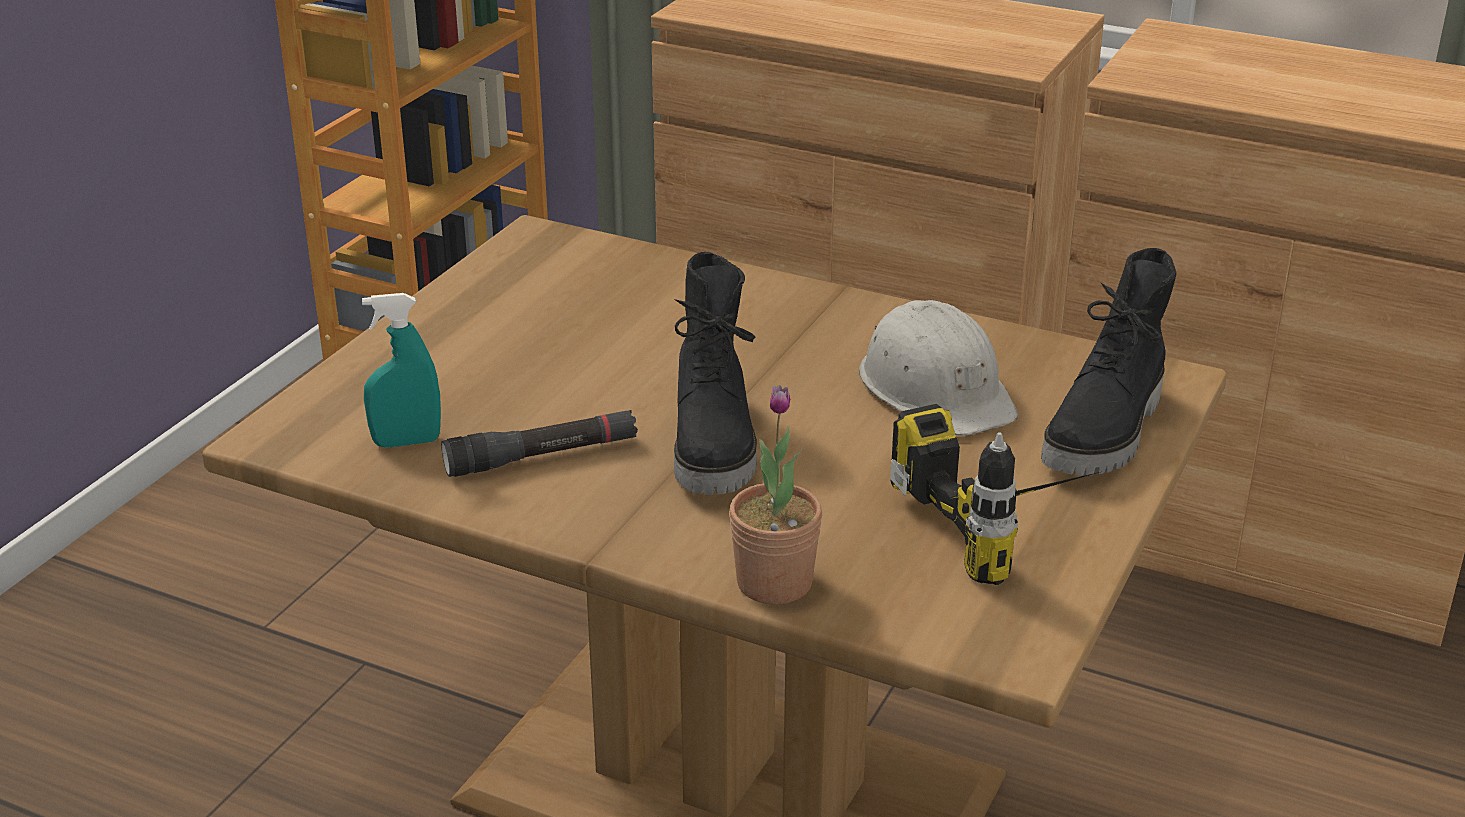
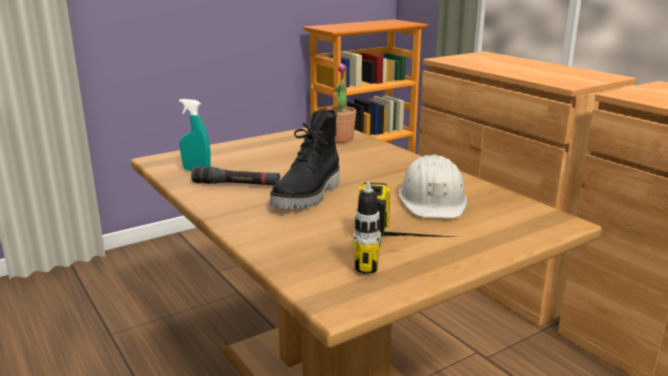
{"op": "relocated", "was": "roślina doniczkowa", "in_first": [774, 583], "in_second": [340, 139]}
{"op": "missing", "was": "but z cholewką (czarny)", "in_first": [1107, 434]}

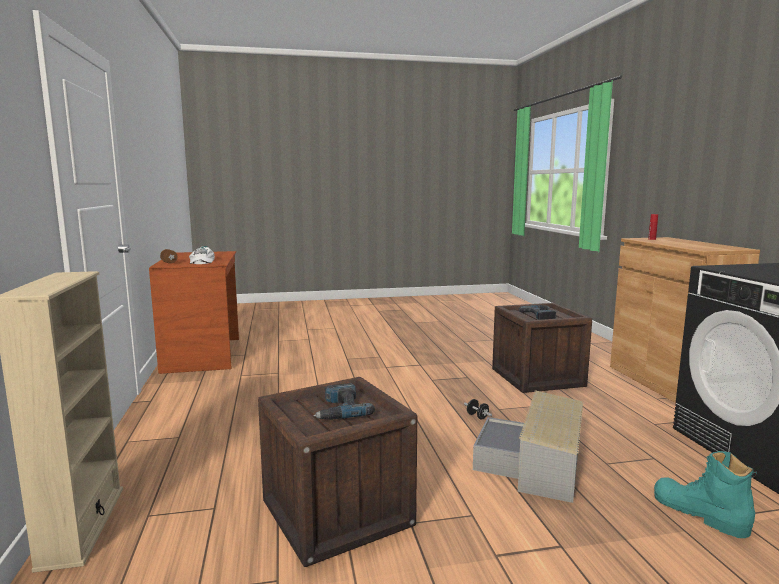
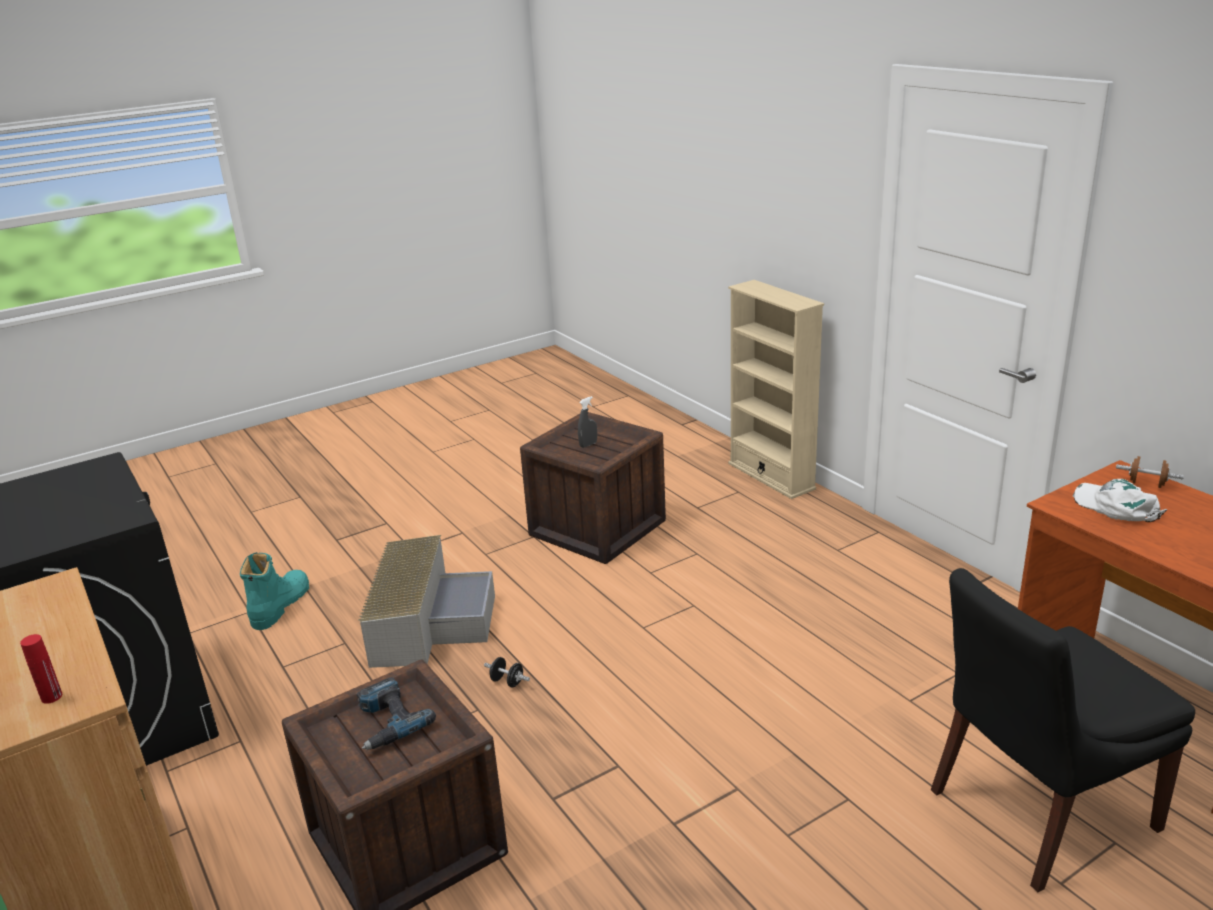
{"op": "spun", "was": "but z cholewką (turkusowy)", "in_first": [699, 514], "in_second": [280, 605], "clockwise": -105}
{"op": "exchanged", "was": "wiertarka", "now": "spryskiwacz (szary)", "in_first": [339, 409], "in_second": [588, 445]}
{"op": "appeared", "now": "krzesło (czarny)", "in_second": [1036, 812]}

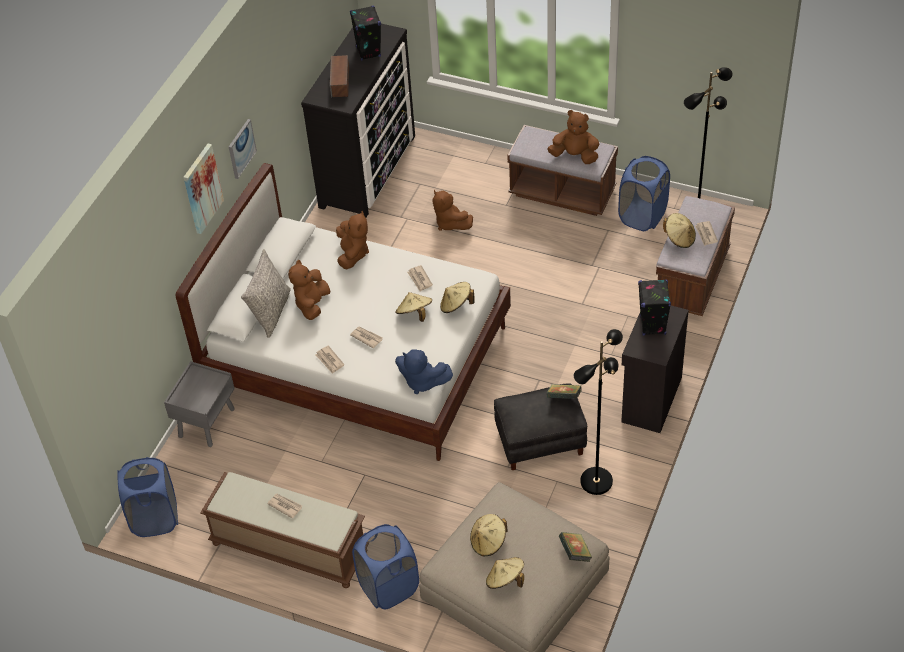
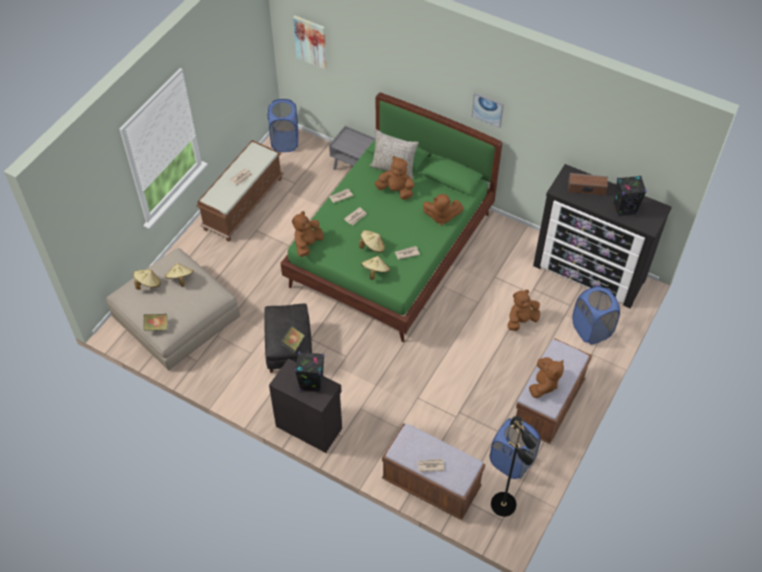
{"op": "colour", "was": "łóżko (biały)", "now": "łóżko (zielony)", "in_first": [358, 358], "in_second": [391, 250]}
{"op": "colour", "was": "pluszak (niebieski)", "now": "pluszak (brązowy)", "in_first": [422, 382], "in_second": [307, 244]}
{"op": "relocated", "was": "obraz", "in_first": [202, 188], "in_second": [311, 41]}
{"op": "relocated", "was": "kosz na pranie (niebieski)", "in_first": [389, 587], "in_second": [591, 329]}
{"op": "missing", "was": "lampa stojąca (czarny)", "in_first": [595, 480]}
{"op": "missing", "was": "kapelusz (beżowy)", "in_first": [679, 238]}

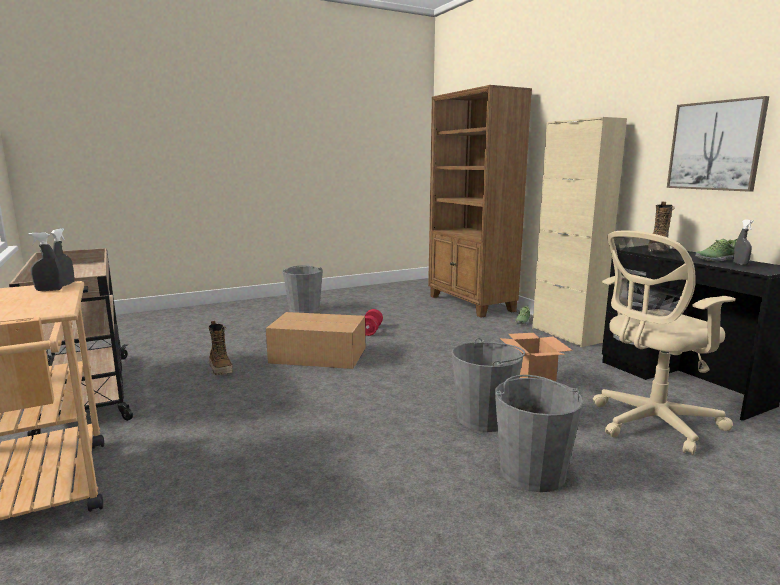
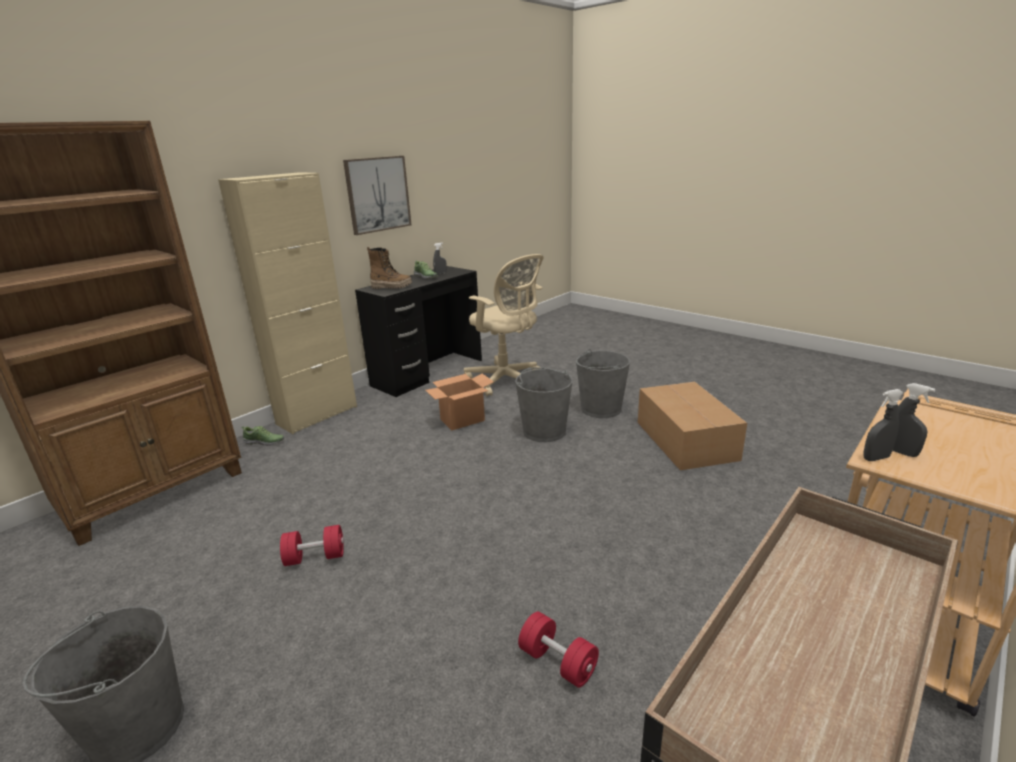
{"op": "exchanged", "was": "but z cholewką", "now": "hantel (czerwony)", "in_first": [221, 369], "in_second": [557, 662]}
{"op": "relocated", "was": "karton", "in_first": [317, 355], "in_second": [686, 441]}

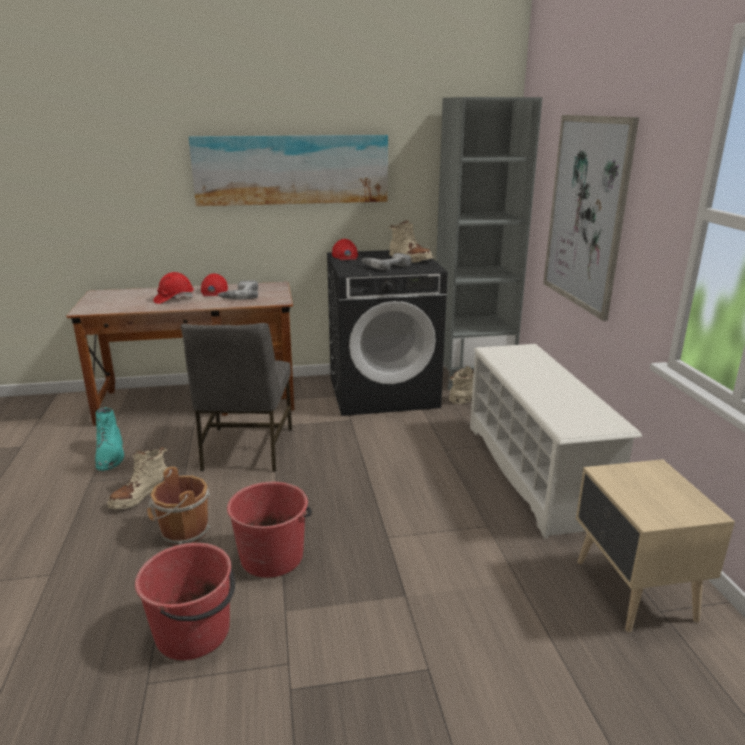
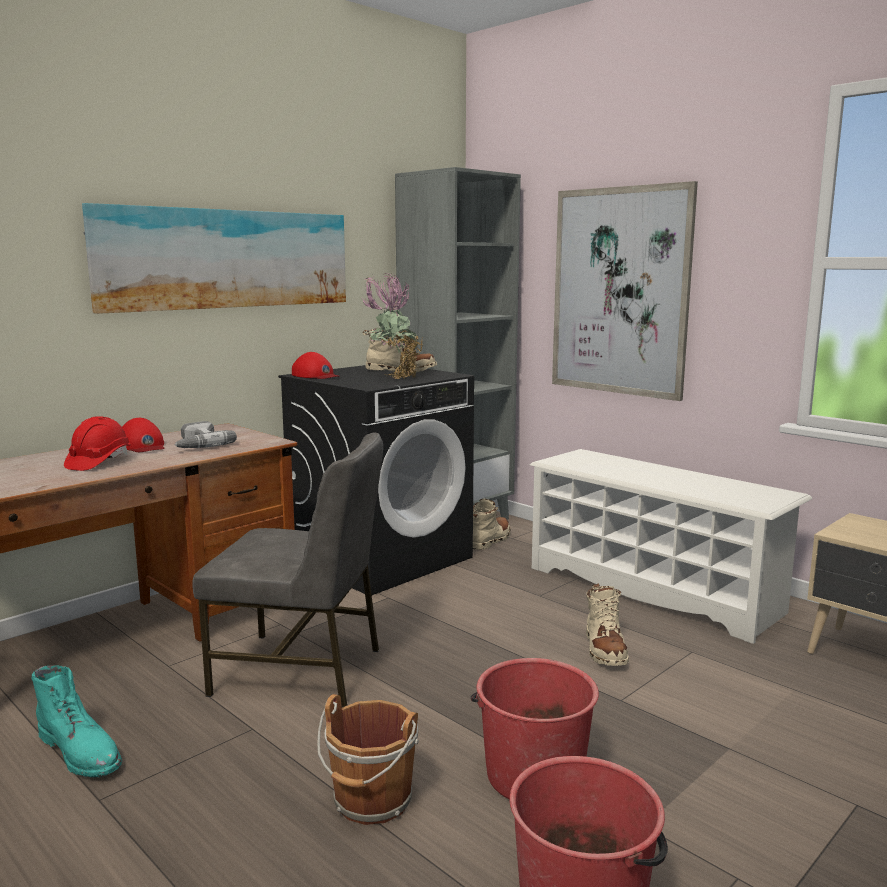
{"op": "spun", "was": "krzesło (szary)", "in_first": [246, 449], "in_second": [301, 671], "clockwise": -45}
{"op": "exchanged", "was": "wiertarka", "now": "roślina doniczkowa", "in_first": [385, 266], "in_second": [394, 378]}
{"op": "relocated", "was": "but z cholewką (beżowy)", "in_first": [140, 495], "in_second": [604, 649]}

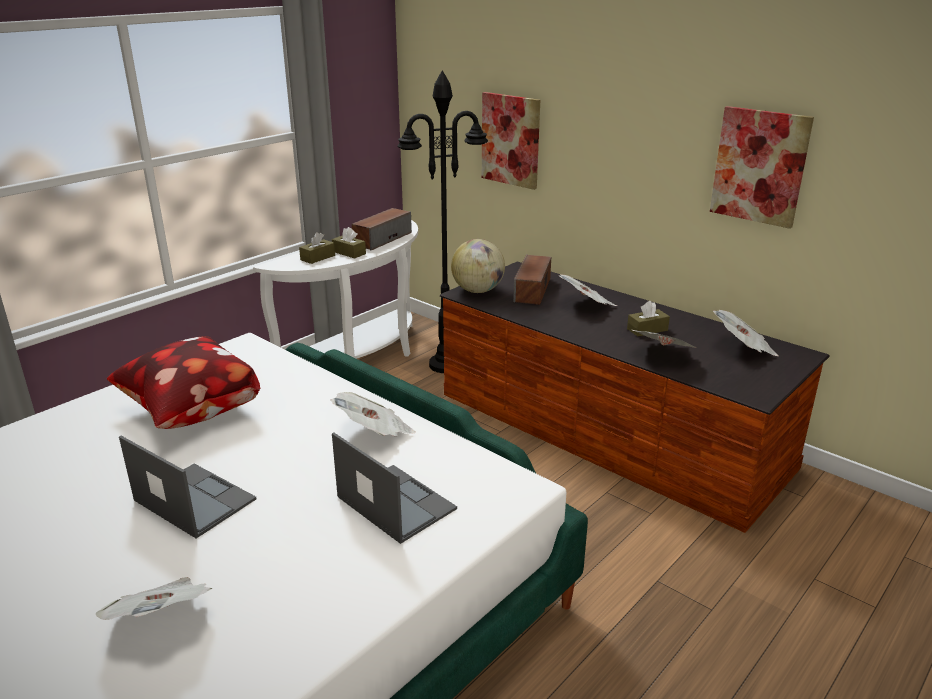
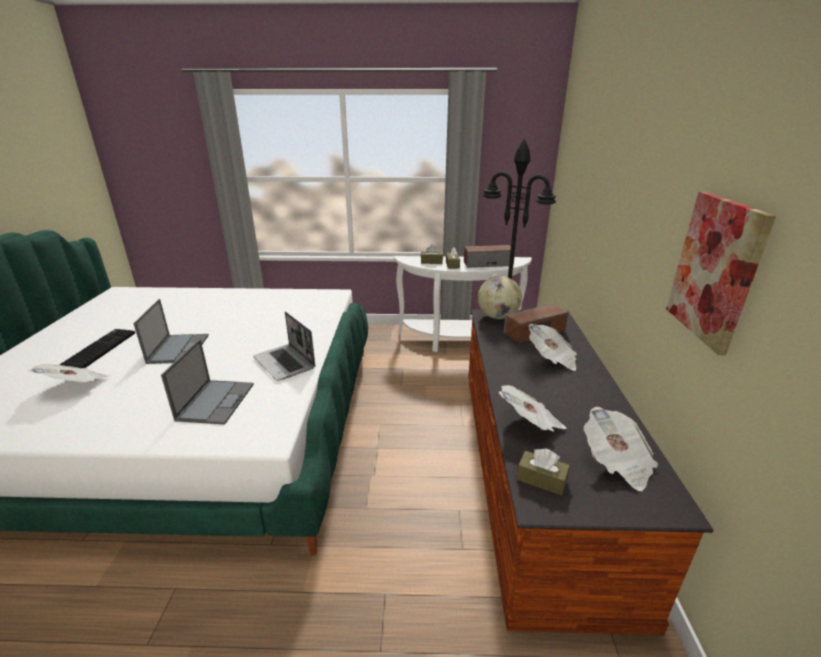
{"op": "appeared", "now": "klawiatura", "in_second": [99, 349]}
{"op": "exchanged", "was": "gazeta", "now": "laptop", "in_first": [375, 433], "in_second": [285, 363]}
{"op": "relocated", "was": "pudełko chusteczek (brązowy)", "in_first": [647, 329], "in_second": [541, 479]}
{"op": "missing", "was": "poduszka", "in_first": [190, 414]}
{"op": "missing", "was": "obraz", "in_first": [511, 140]}

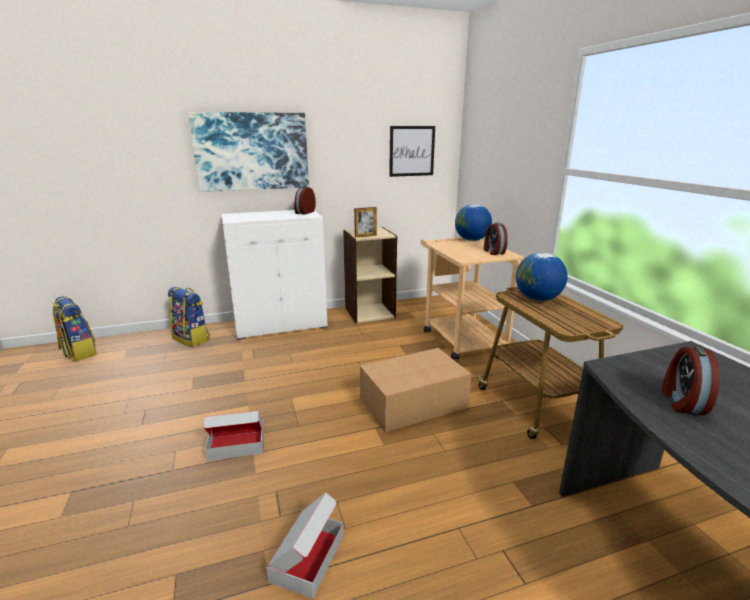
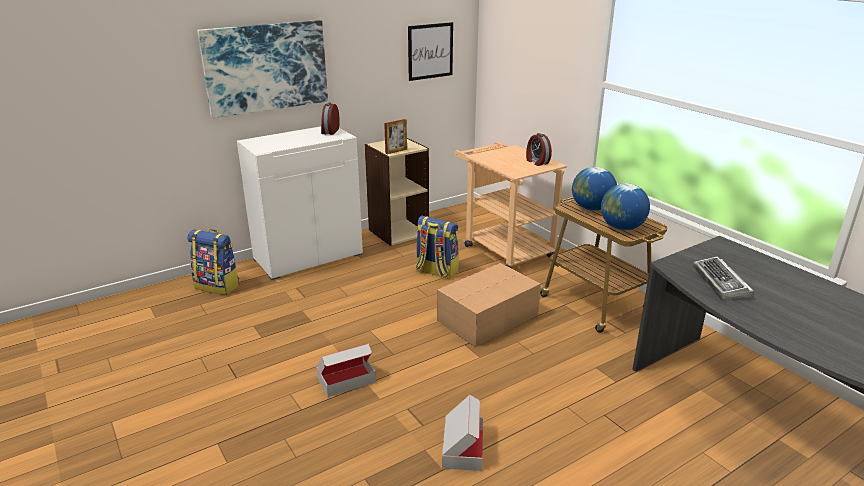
{"op": "relocated", "was": "plecak", "in_first": [78, 352], "in_second": [436, 271]}
{"op": "relocated", "was": "globus", "in_first": [471, 240], "in_second": [621, 228]}
{"op": "exchanged", "was": "budzik", "now": "klawiatura", "in_first": [682, 402], "in_second": [721, 283]}

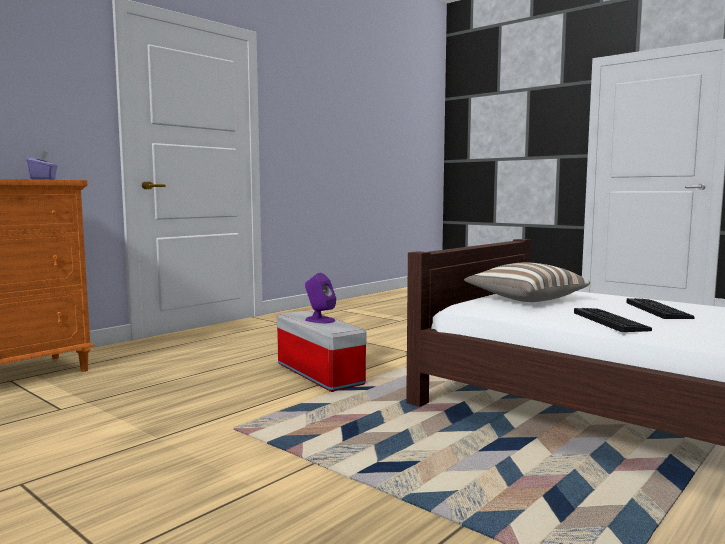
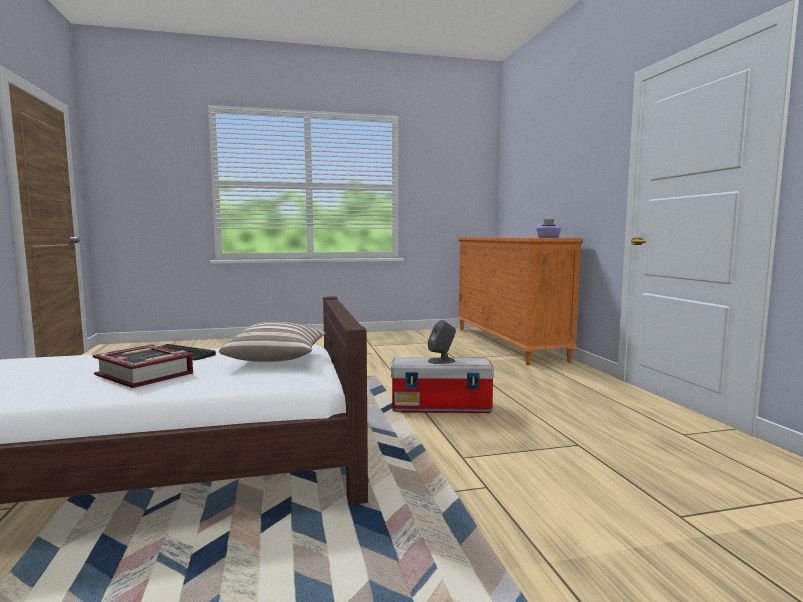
{"op": "exchanged", "was": "klawiatura", "now": "książka", "in_first": [658, 310], "in_second": [145, 374]}
{"op": "colour", "was": "głośnik (fioletowy)", "now": "głośnik (szary)", "in_first": [319, 320], "in_second": [442, 361]}

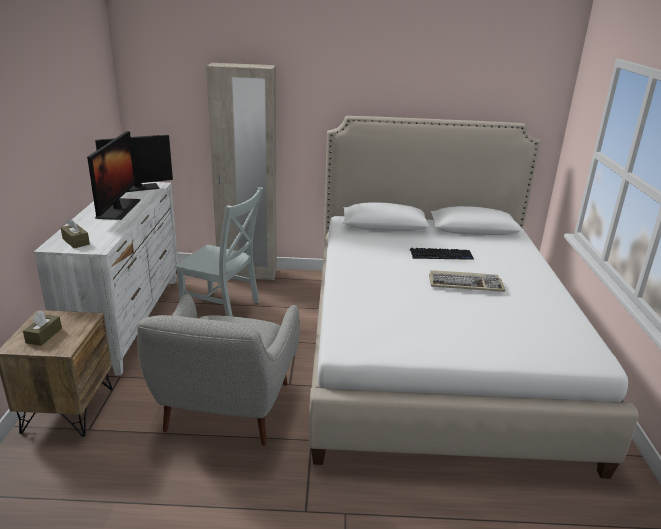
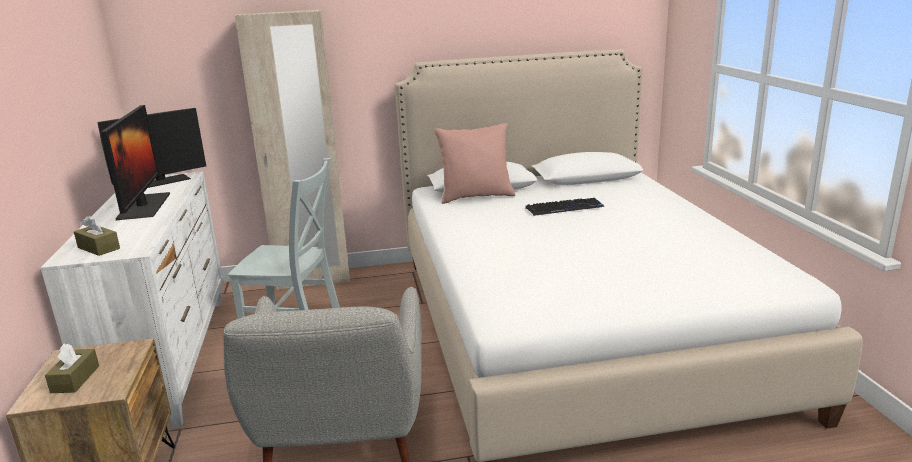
{"op": "appeared", "now": "poduszka (różowy)", "in_second": [476, 197]}
{"op": "missing", "was": "klawiatura", "in_first": [465, 284]}

